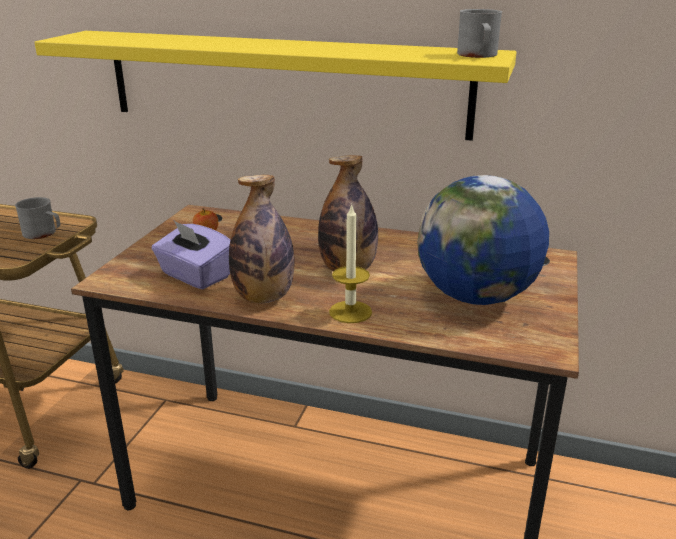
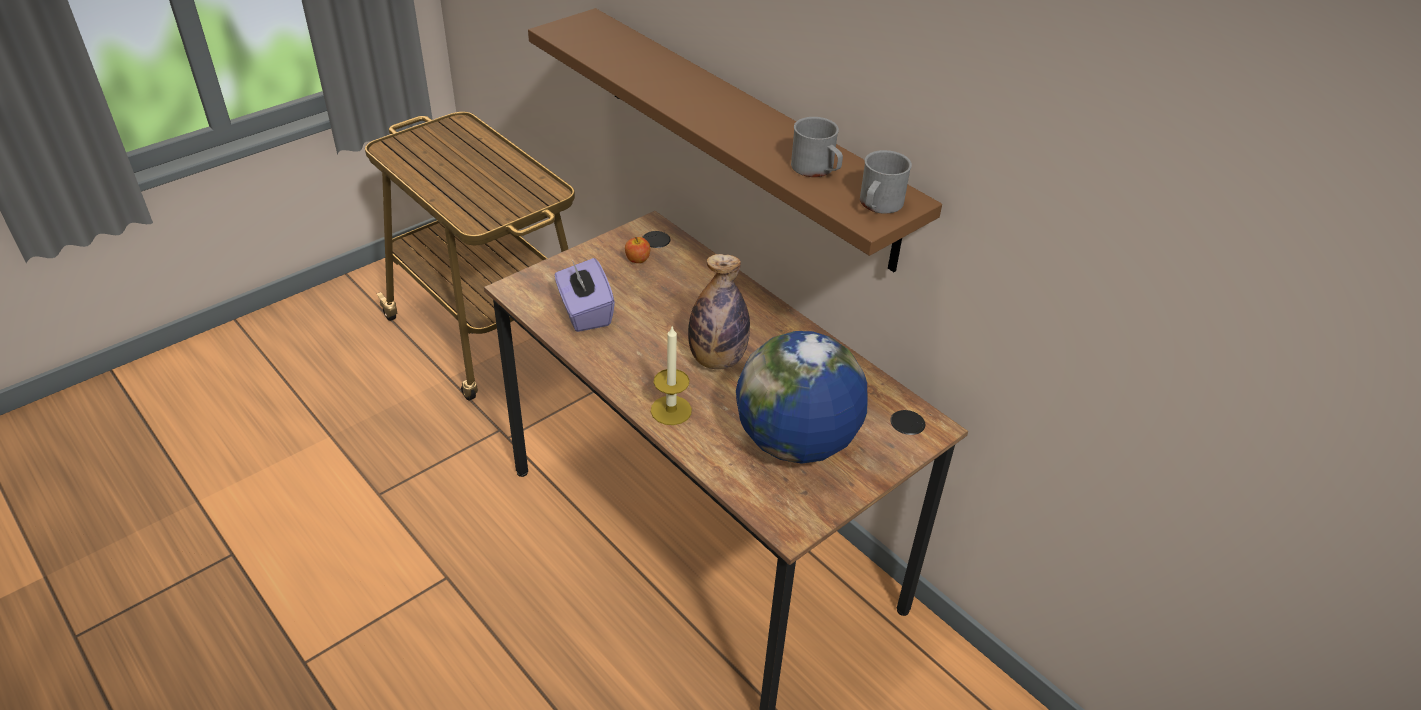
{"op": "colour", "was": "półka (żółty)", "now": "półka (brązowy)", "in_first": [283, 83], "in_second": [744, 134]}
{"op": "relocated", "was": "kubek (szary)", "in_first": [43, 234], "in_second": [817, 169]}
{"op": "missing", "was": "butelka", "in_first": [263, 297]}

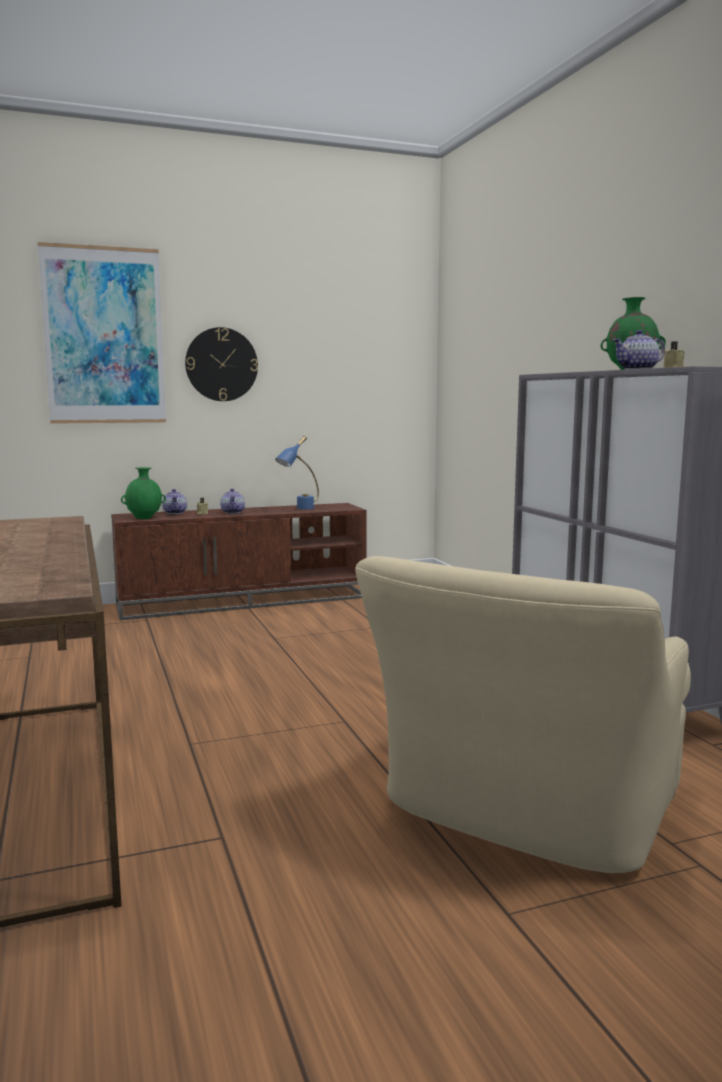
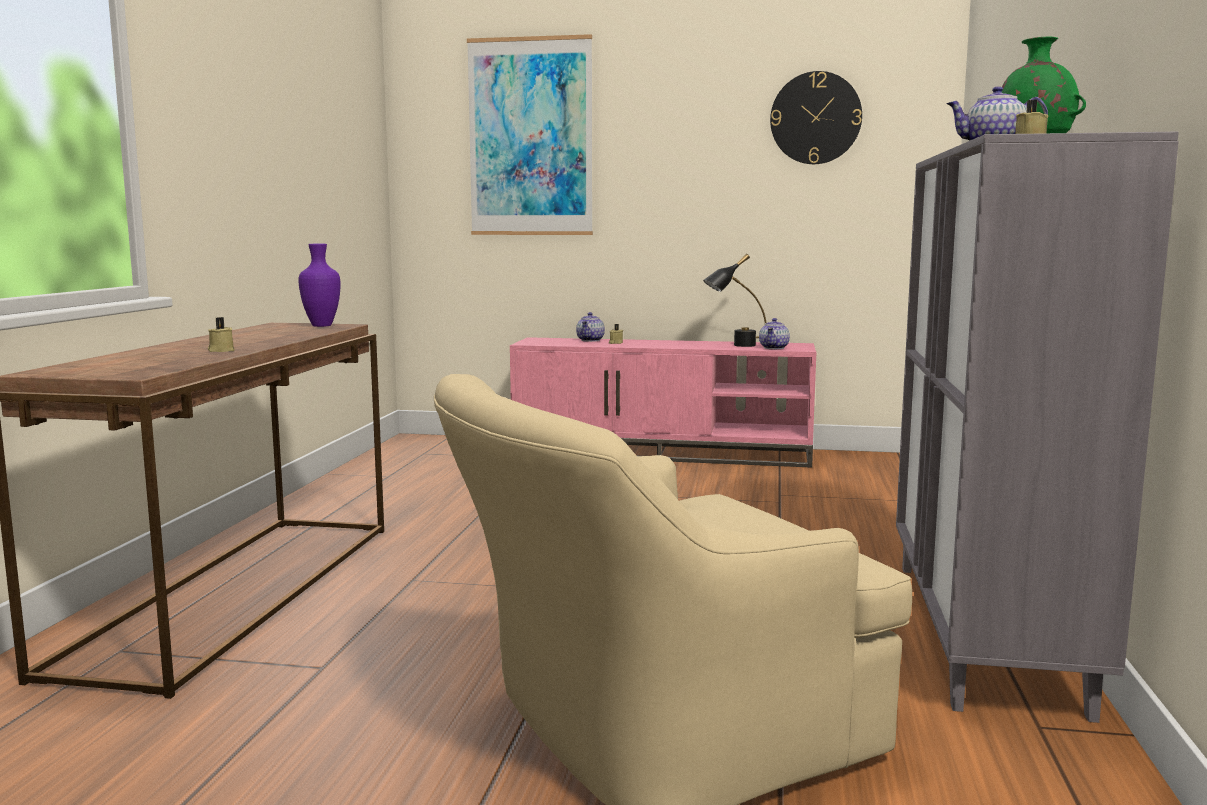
{"op": "appeared", "now": "świeca (beżowy)", "in_second": [221, 351]}
{"op": "appeared", "now": "wazon (fioletowy)", "in_second": [322, 326]}
{"op": "colour", "was": "szafka pod telewizor (brązowy)", "now": "szafka pod telewizor (różowy)", "in_first": [244, 601], "in_second": [663, 452]}
{"op": "colour", "was": "lampa stołowa (niebieski)", "now": "lampa stołowa (czarny)", "in_first": [299, 509], "in_second": [734, 345]}
{"op": "relocated", "was": "imbryk", "in_first": [233, 512], "in_second": [774, 348]}
{"op": "relocated", "was": "zegar ścienny", "in_first": [221, 364], "in_second": [815, 118]}
{"op": "missing", "was": "wazon (zielony)", "in_first": [144, 518]}

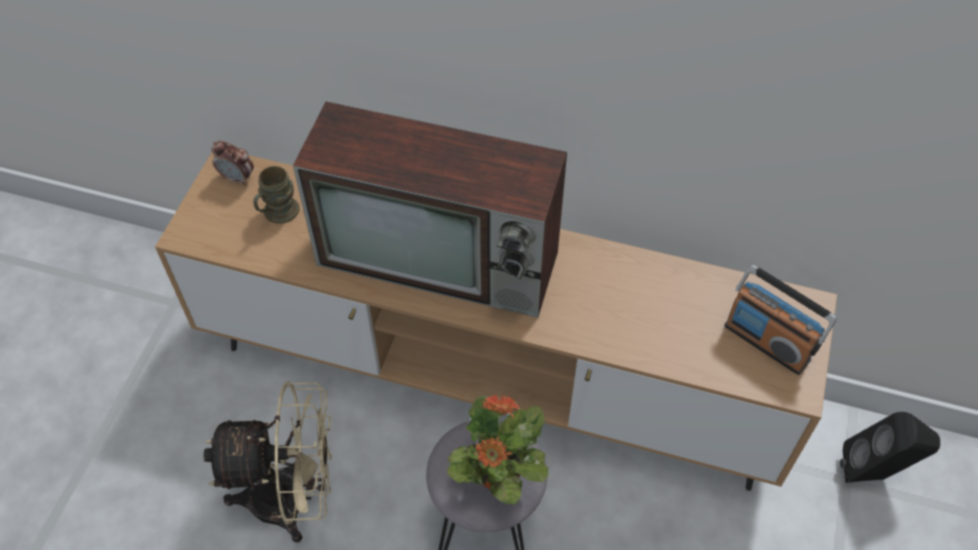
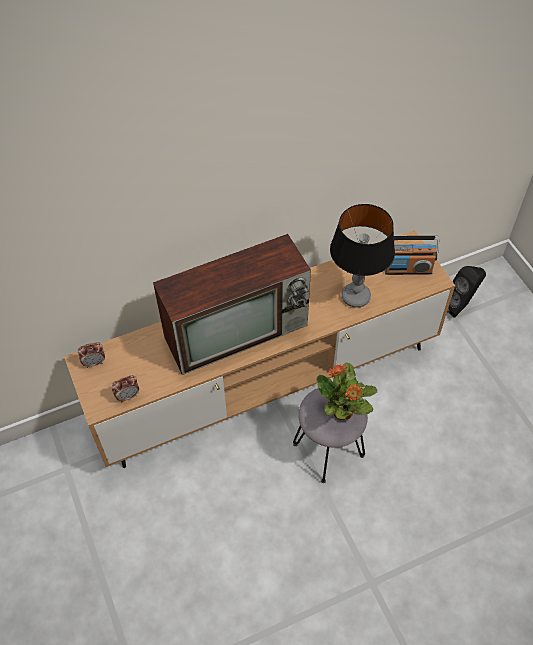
{"op": "appeared", "now": "budzik", "in_second": [128, 396]}
{"op": "appeared", "now": "lampa stołowa", "in_second": [355, 297]}
{"op": "missing", "was": "wentylator (beżowy)", "in_first": [293, 499]}
{"op": "missing", "was": "kubek (brązowy)", "in_first": [277, 214]}

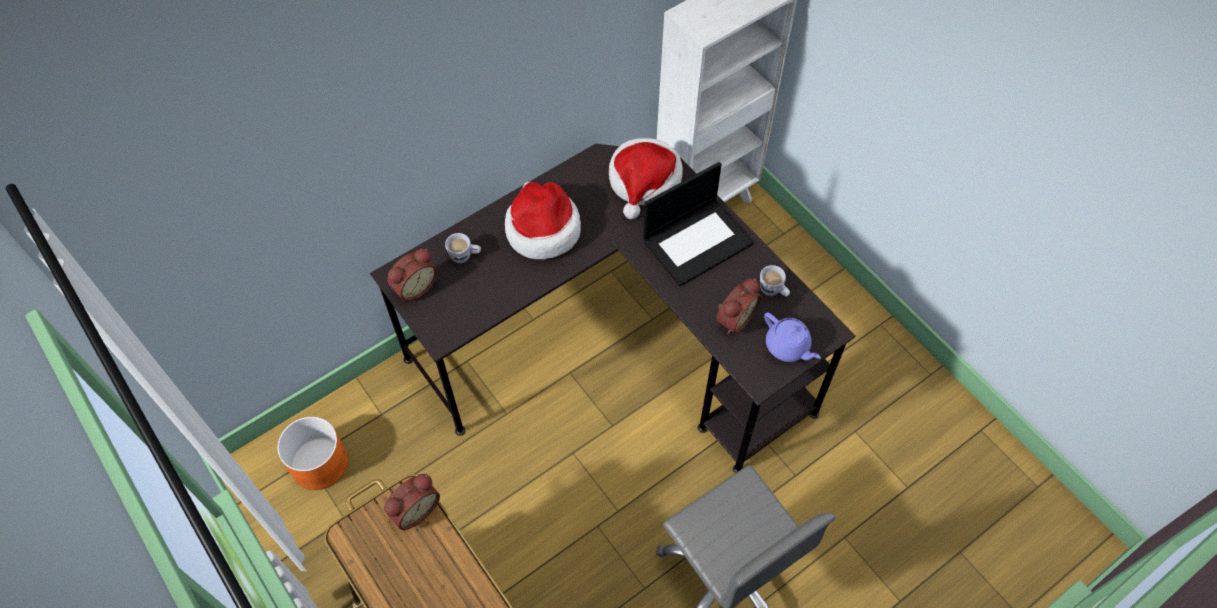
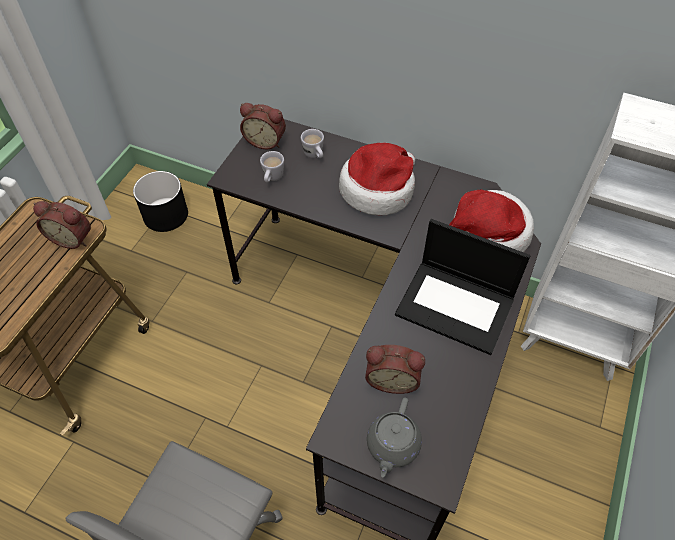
{"op": "colour", "was": "donica (pomarańczowy)", "now": "donica (czarny)", "in_first": [319, 463], "in_second": [165, 214]}
{"op": "relocated", "was": "kubek (biały)", "in_first": [773, 291], "in_second": [272, 178]}
{"op": "colour", "was": "imbryk (fioletowy)", "now": "imbryk (szary)", "in_first": [788, 347], "in_second": [392, 446]}

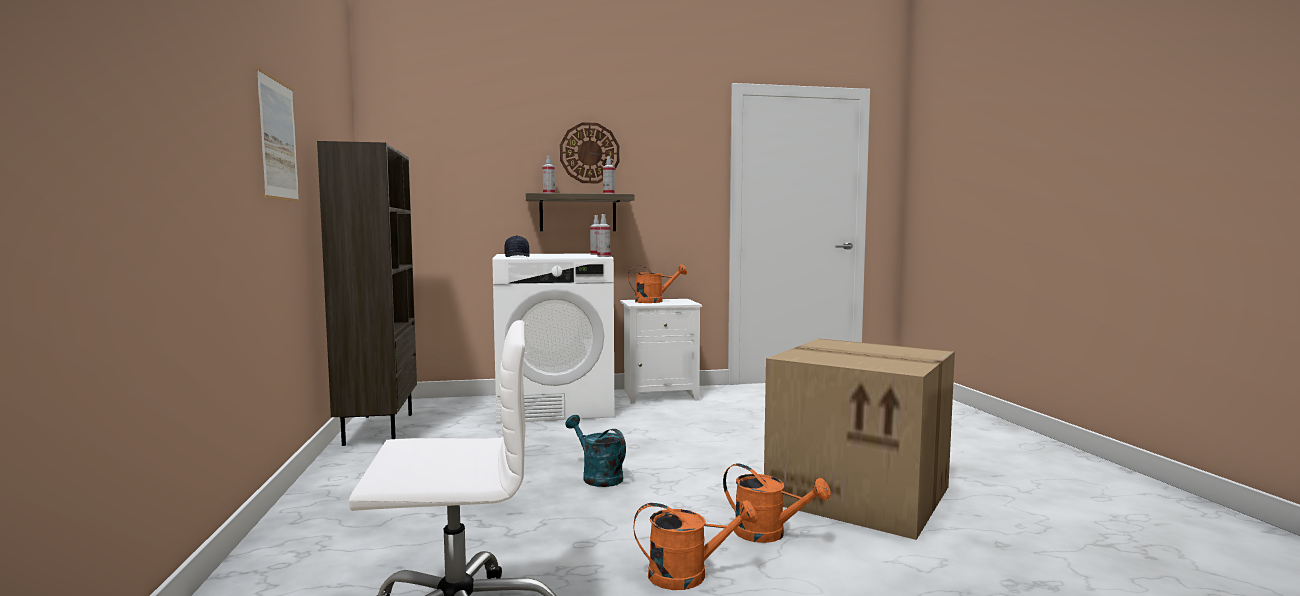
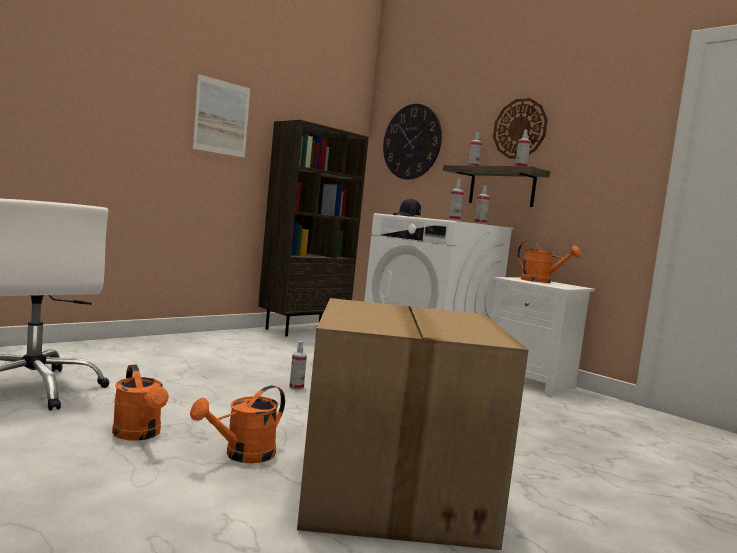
{"op": "spun", "was": "konewka (pomarańczowy)", "in_first": [768, 534], "in_second": [242, 455], "clockwise": 45}
{"op": "exchanged", "was": "konewka (turkusowy)", "now": "spryskiwacz", "in_first": [597, 476], "in_second": [296, 387]}
{"op": "appeared", "now": "zegar ścienny", "in_second": [412, 142]}

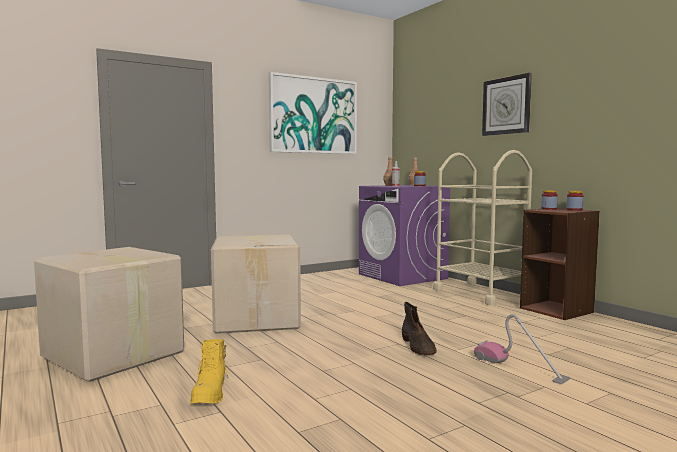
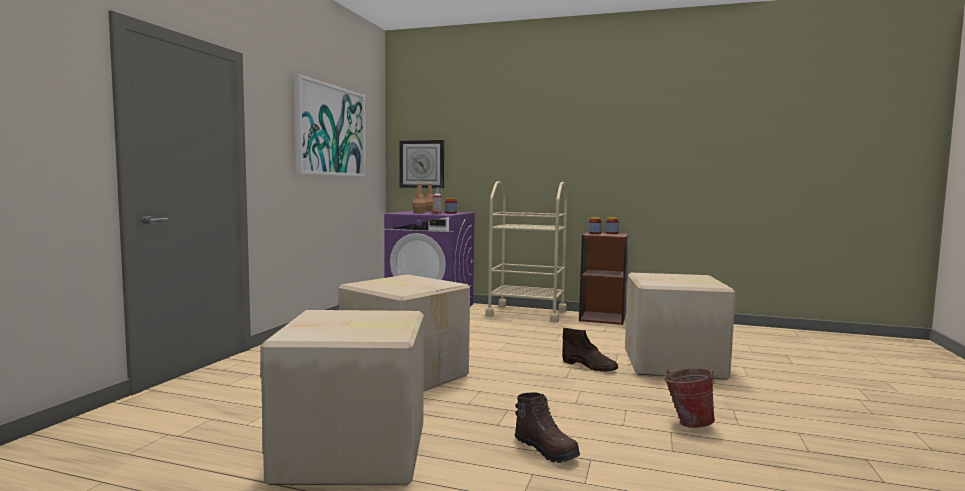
{"op": "relocated", "was": "zegar ścienny", "in_first": [506, 106], "in_second": [422, 164]}
{"op": "colour", "was": "but z cholewką (żółty)", "now": "but z cholewką (brązowy)", "in_first": [210, 394], "in_second": [546, 450]}
{"op": "exchanged", "was": "odkurzacz", "now": "karton", "in_first": [519, 368], "in_second": [674, 364]}
{"op": "appeared", "now": "wiadro", "in_second": [687, 422]}

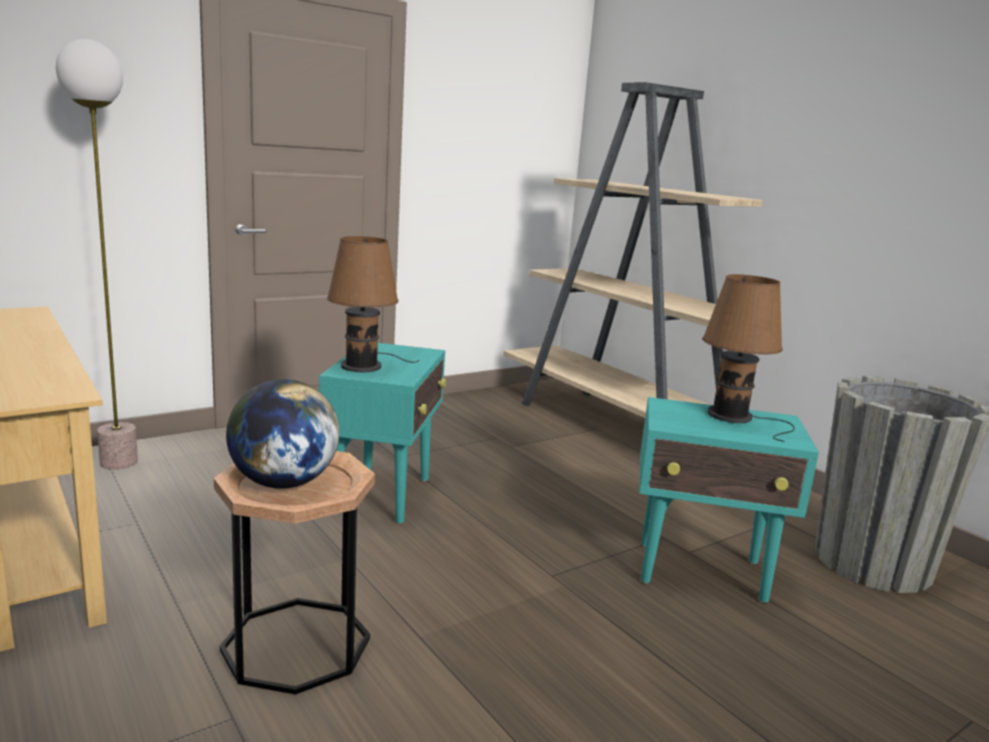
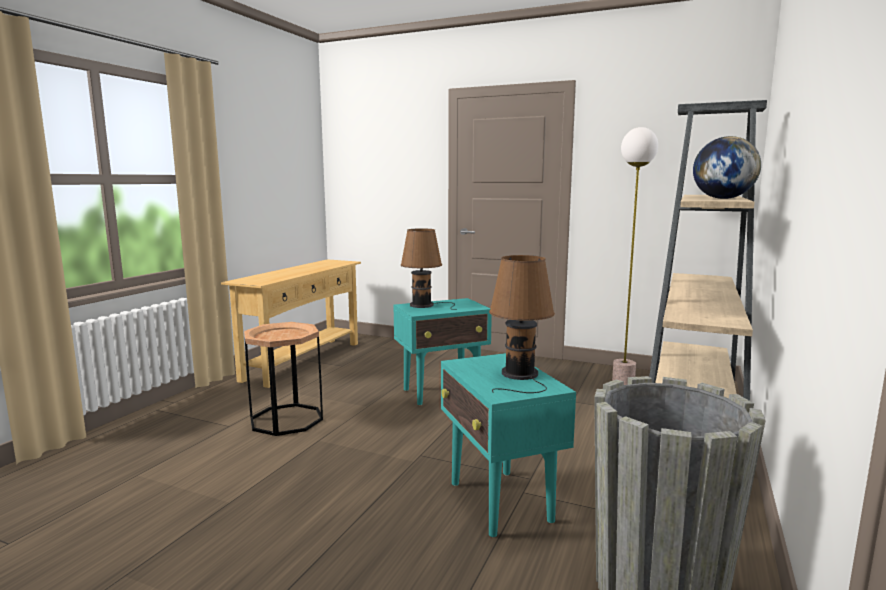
{"op": "relocated", "was": "lampa stojąca", "in_first": [119, 462], "in_second": [623, 384]}
{"op": "relocated", "was": "globus", "in_first": [283, 483], "in_second": [723, 198]}

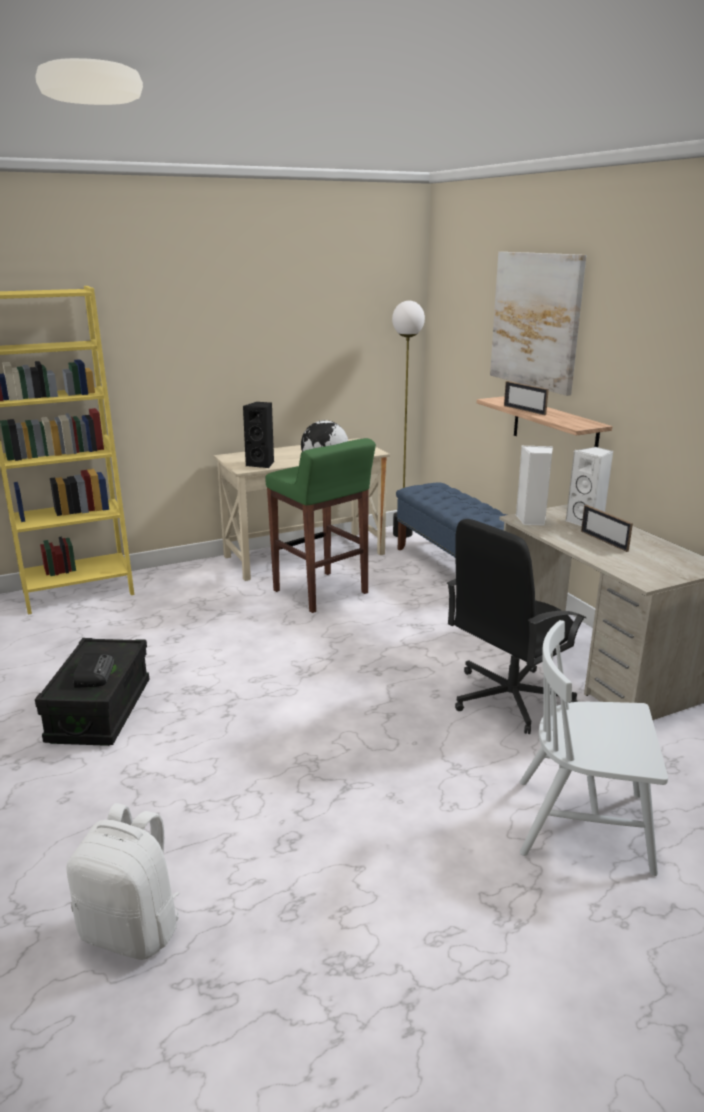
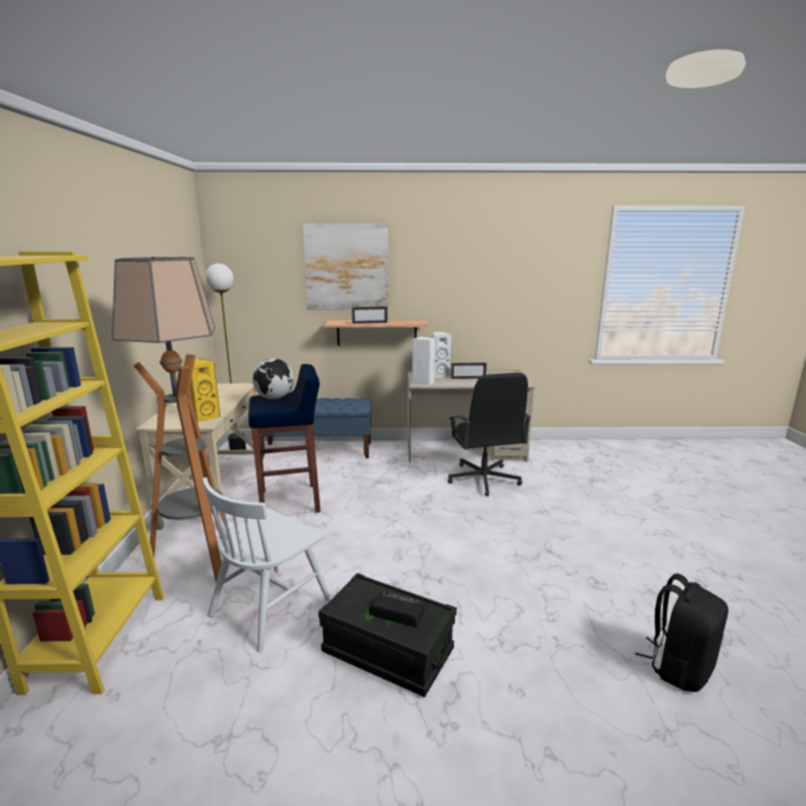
{"op": "appeared", "now": "lampa stojąca", "in_second": [199, 562]}
{"op": "colour", "was": "głośnik (czarny)", "now": "głośnik (żółty)", "in_first": [262, 464], "in_second": [204, 417]}
{"op": "relocated", "was": "krzesło (biały)", "in_first": [584, 824], "in_second": [270, 607]}
{"op": "colour", "was": "stołek (zielony)", "now": "stołek (niebieski)", "in_first": [321, 593], "in_second": [291, 501]}
{"op": "colour", "was": "plecak (biały)", "now": "plecak (czarny)", "in_first": [133, 930], "in_second": [679, 667]}

